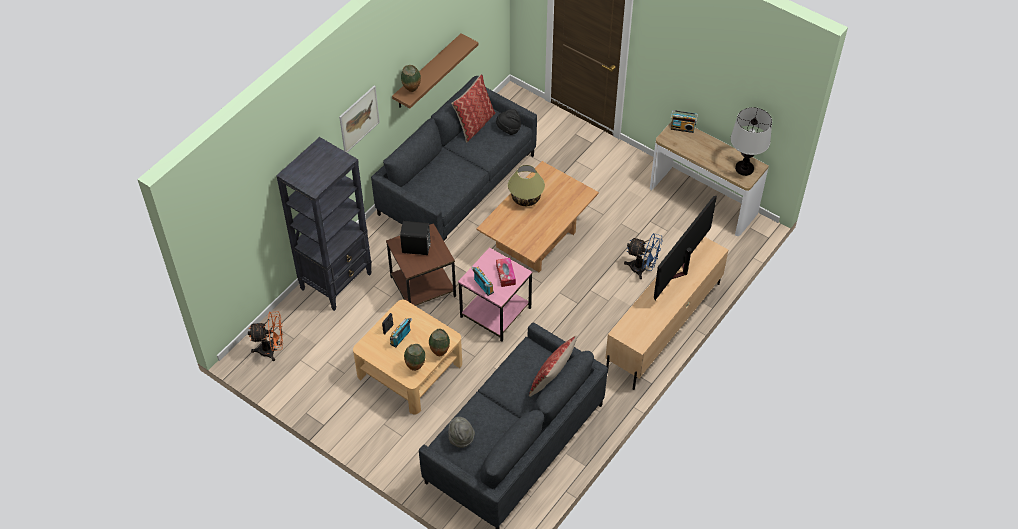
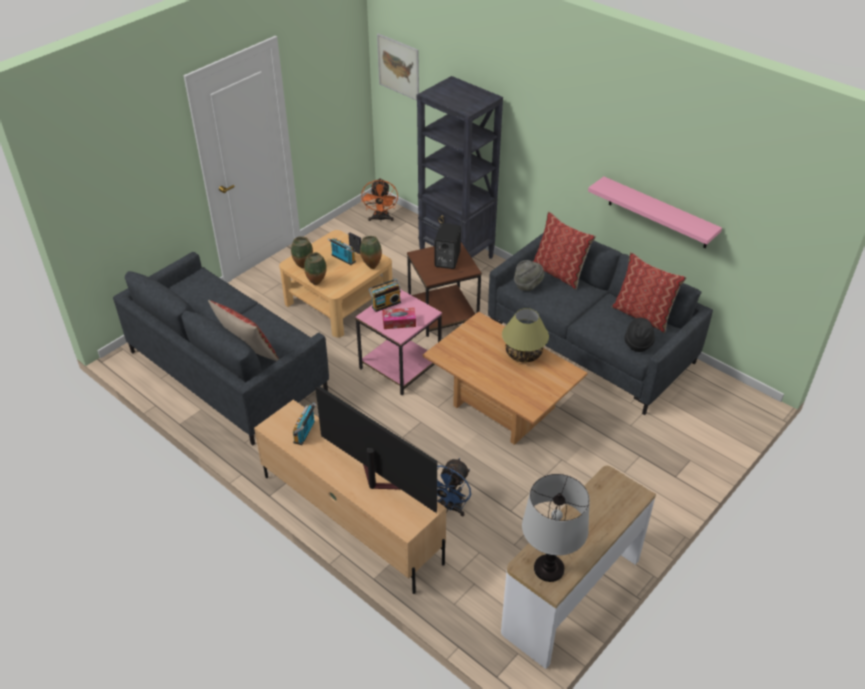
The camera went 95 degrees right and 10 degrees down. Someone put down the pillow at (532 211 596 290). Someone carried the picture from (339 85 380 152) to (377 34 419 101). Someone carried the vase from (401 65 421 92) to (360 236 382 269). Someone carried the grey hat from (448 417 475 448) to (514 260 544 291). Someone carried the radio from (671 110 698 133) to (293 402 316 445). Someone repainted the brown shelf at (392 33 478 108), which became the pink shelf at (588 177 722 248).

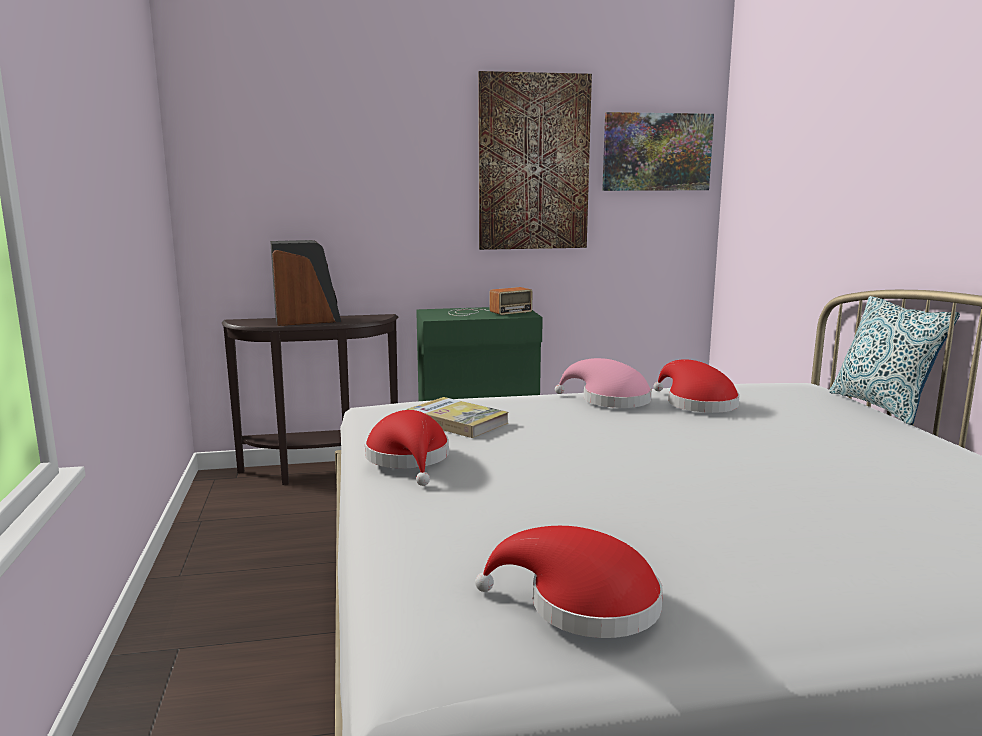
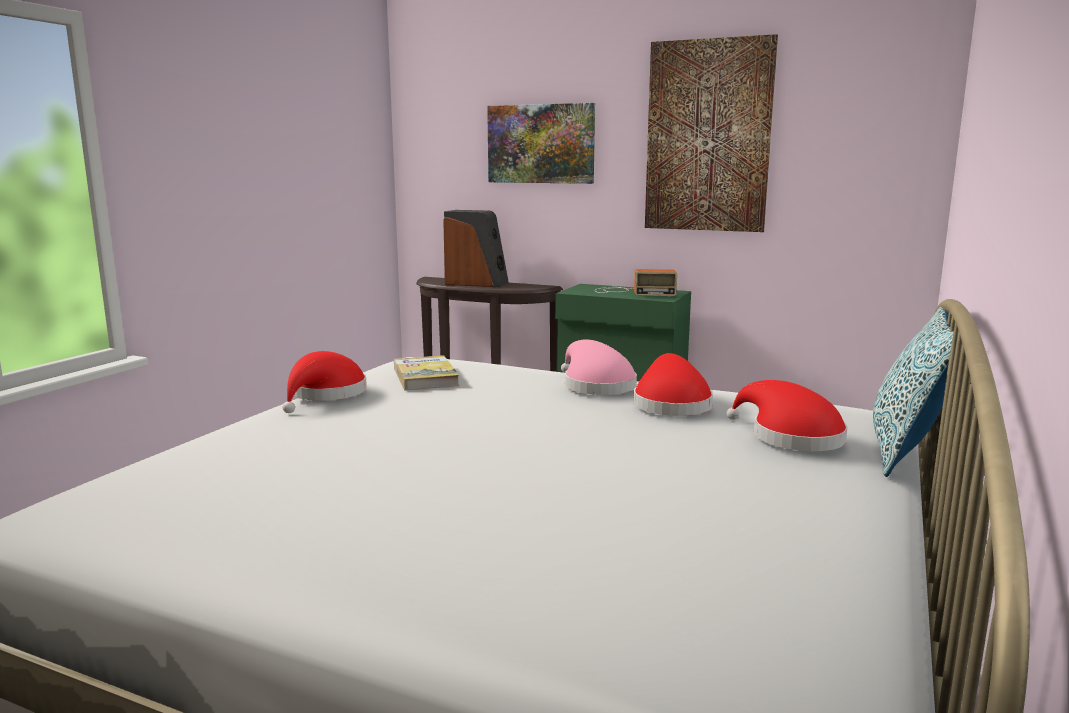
The camera went 35 degrees right and 0 degrees up. Someone carried the red hat from (475 526 663 638) to (727 380 847 451). Someone carried the picture from (602 112 714 191) to (487 103 595 184).

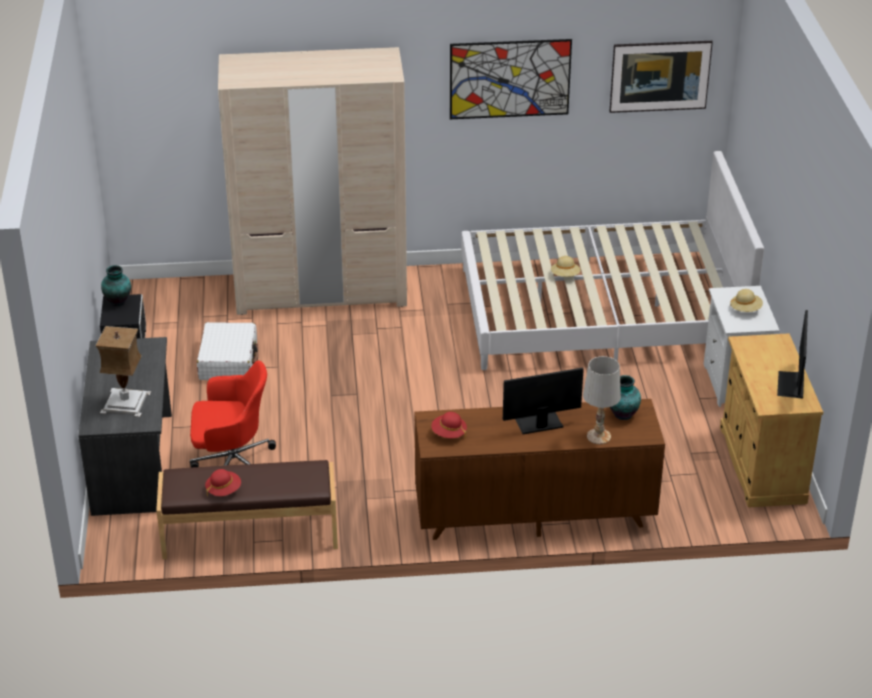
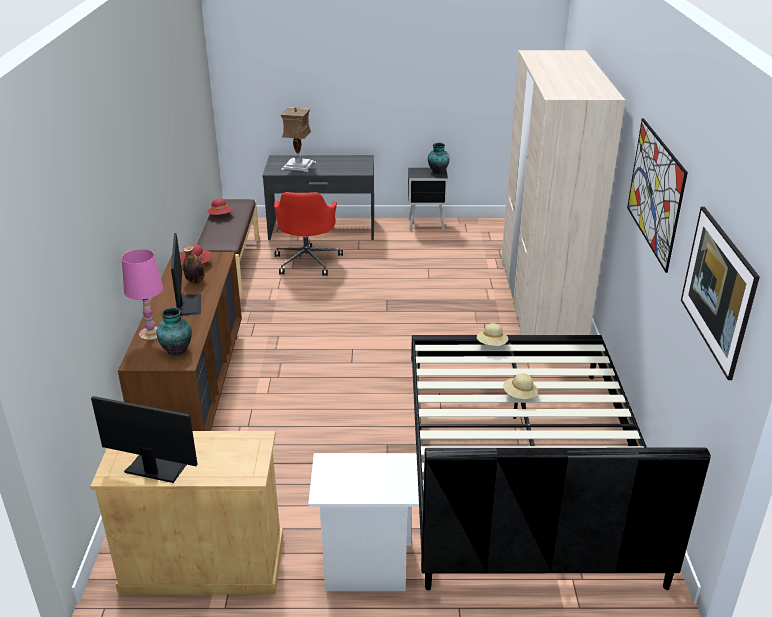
The camera went 95 degrees right and 5 degrees down. Someone took away the white suitcase at (197 322 258 380). Someone put down the bottle at (183 245 205 284). Someone carried the beige hat from (730 289 763 312) to (477 323 508 346). Someone repainted the white bed at (461 151 764 370), which became the black bed at (411 335 711 590). Someone repainted the white table lamp at (583 356 621 444), which became the pink table lamp at (122 249 163 340).

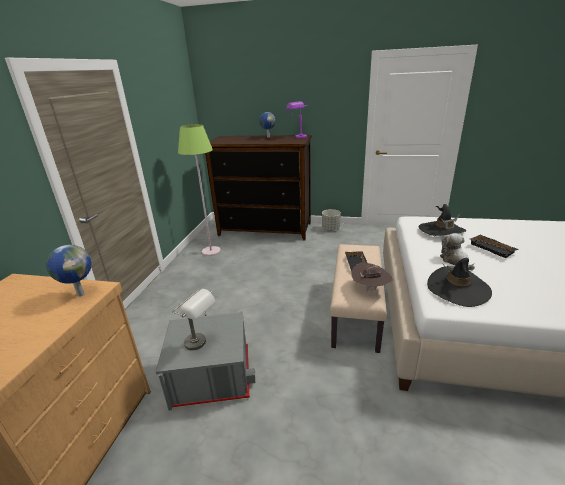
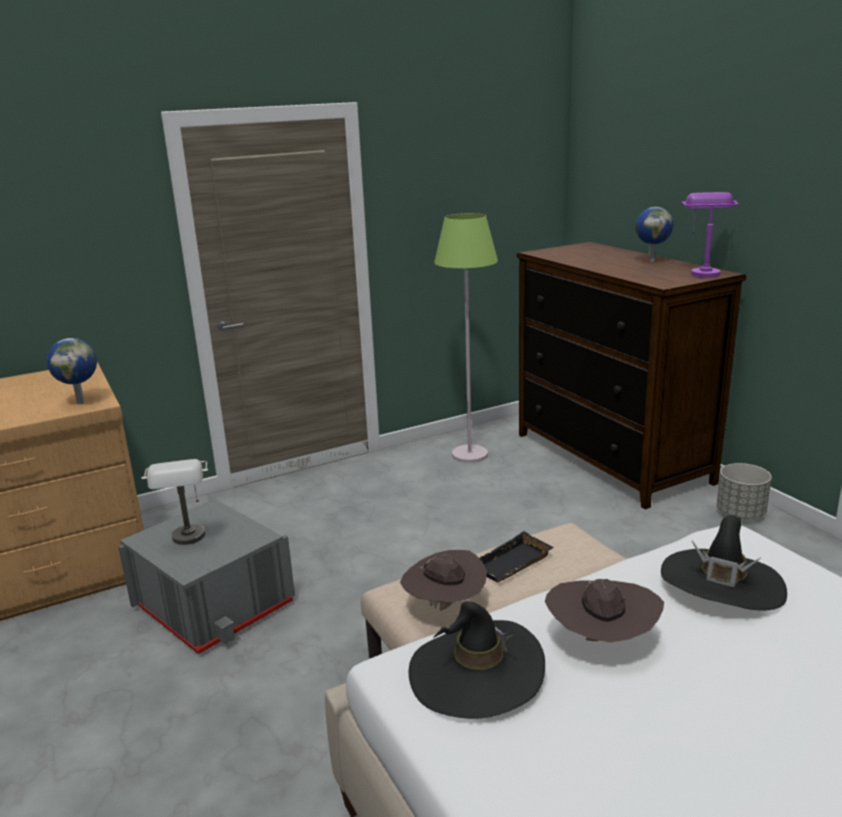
The camera went 50 degrees right and 5 degrees down. Someone took away the black tray at (470 234 519 258). Someone swapped the plush toy at (440 233 475 270) for the brown hat at (545 579 664 643).

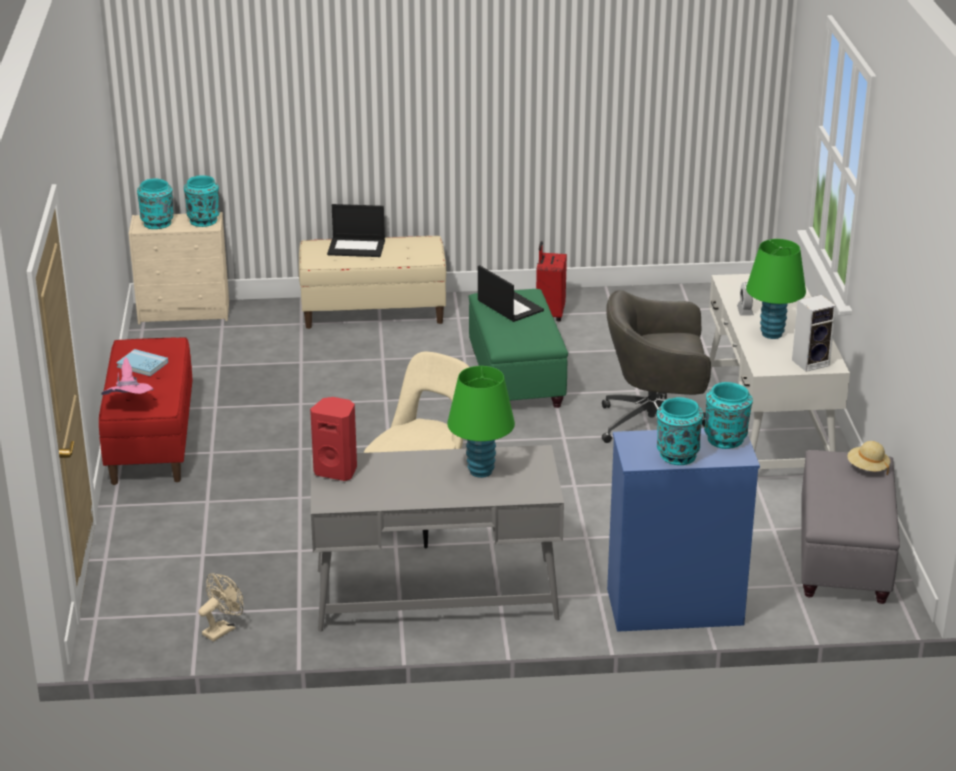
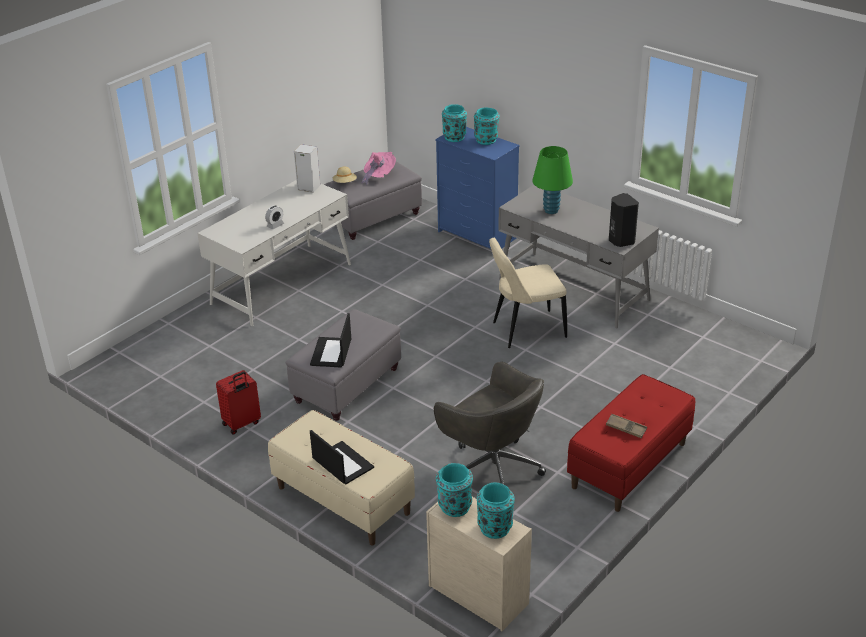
The camera went 135 degrees left and 5 degrees up. Someone took away the beige fan at (198 573 243 642). Someone took away the green table lamp at (746 239 806 339). Someone carried the pink hat from (101 357 153 395) to (362 152 396 185). Someone carried the grey office chair from (602 290 711 443) to (434 362 546 484). Someone swapped the blue book at (116 349 168 376) for the brown tray at (606 414 647 438). Someone repainted the red speaker at (310 397 357 481), which became the black speaker at (609 193 639 247). Someone repainted the green ottoman at (469 289 568 408), which became the grey ottoman at (285 309 401 421).

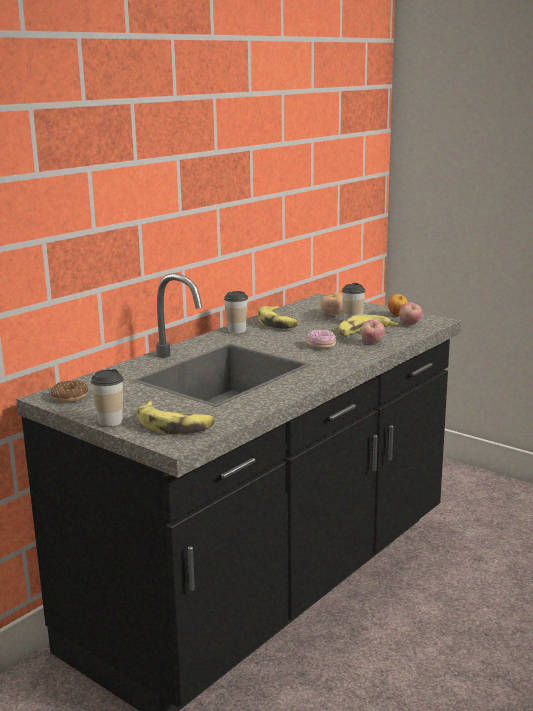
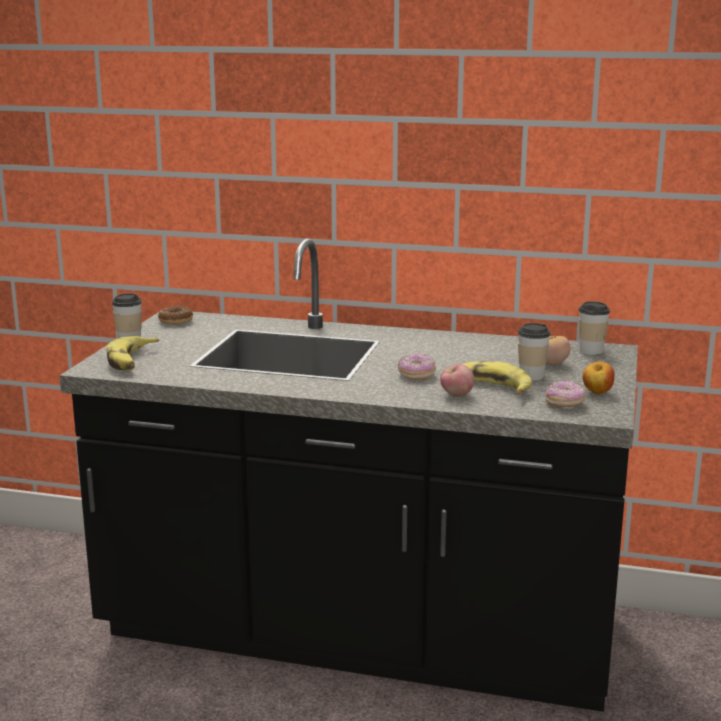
The camera went 65 degrees right and 0 degrees up. Someone took away the banana at (258 306 299 329). Someone carried the cup from (224 291 248 333) to (579 301 610 355). Someone swapped the apple at (399 302 422 325) for the donut at (545 380 586 407).

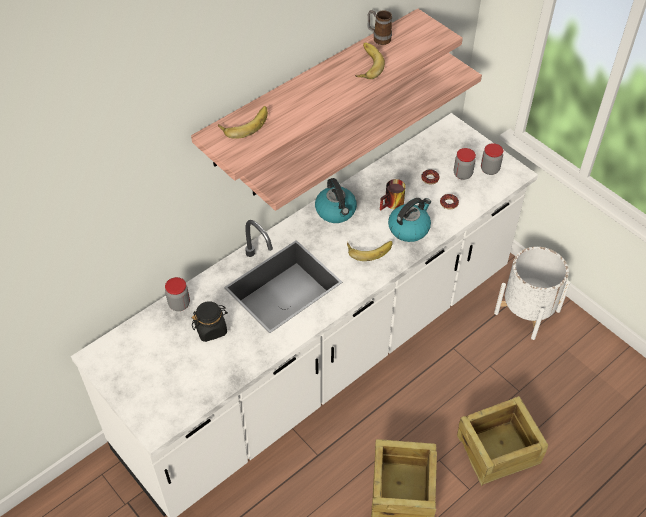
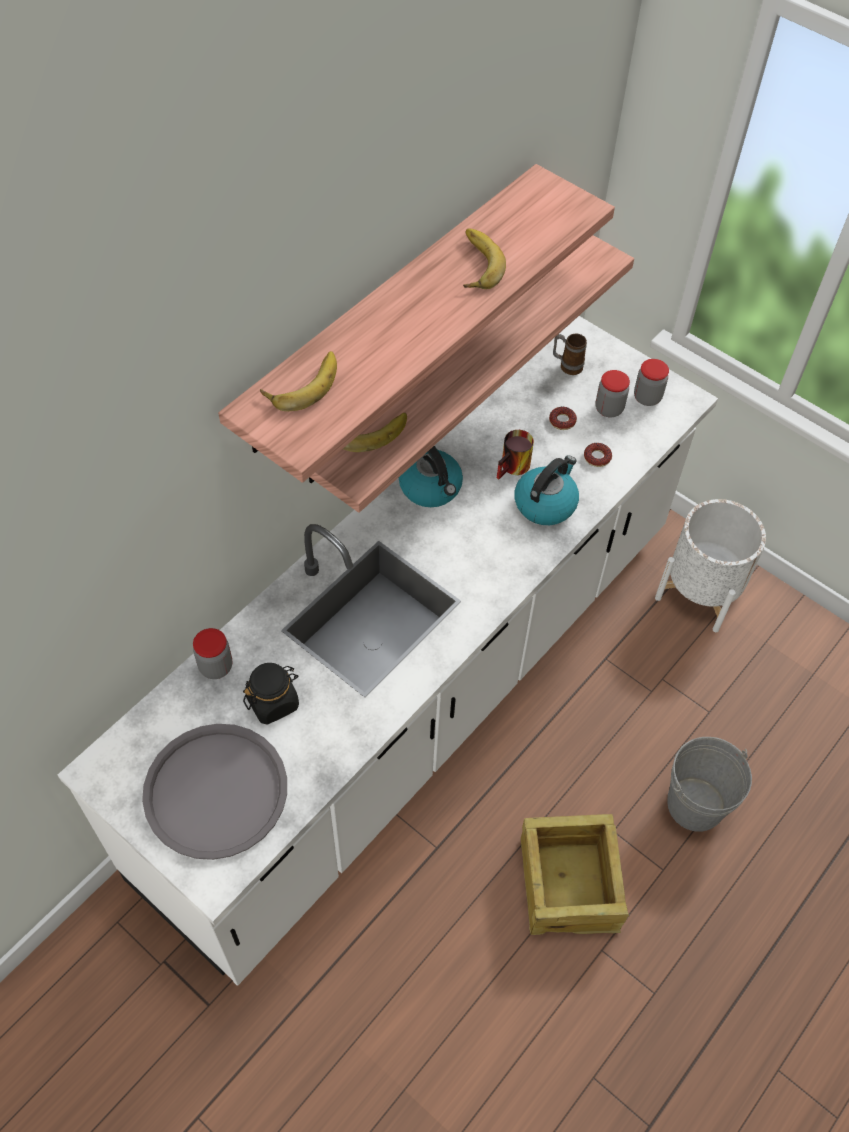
The camera went 10 degrees left and 5 degrees up. Someone put down the grey tray at (142 724 287 860). Someone carried the banana from (347 241 393 261) to (343 413 407 452). Someone carried the mug from (368 10 392 45) to (553 333 587 375). Someone swapped the crate at (457 396 548 486) for the grey bucket at (667 737 752 832).

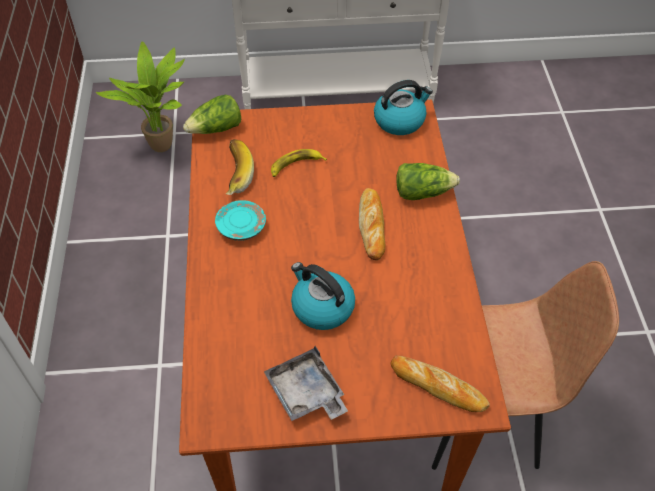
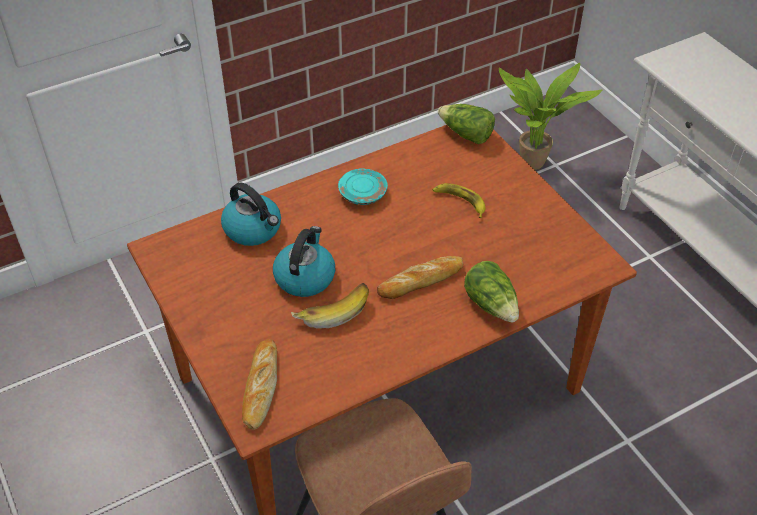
The camera went 65 degrees right and 5 degrees down. Someone took away the grey tray at (264 346 348 421). Someone carried the banana from (226 139 254 195) to (291 283 369 328). Someone carried the kettle from (374 80 433 135) to (221 182 281 246).

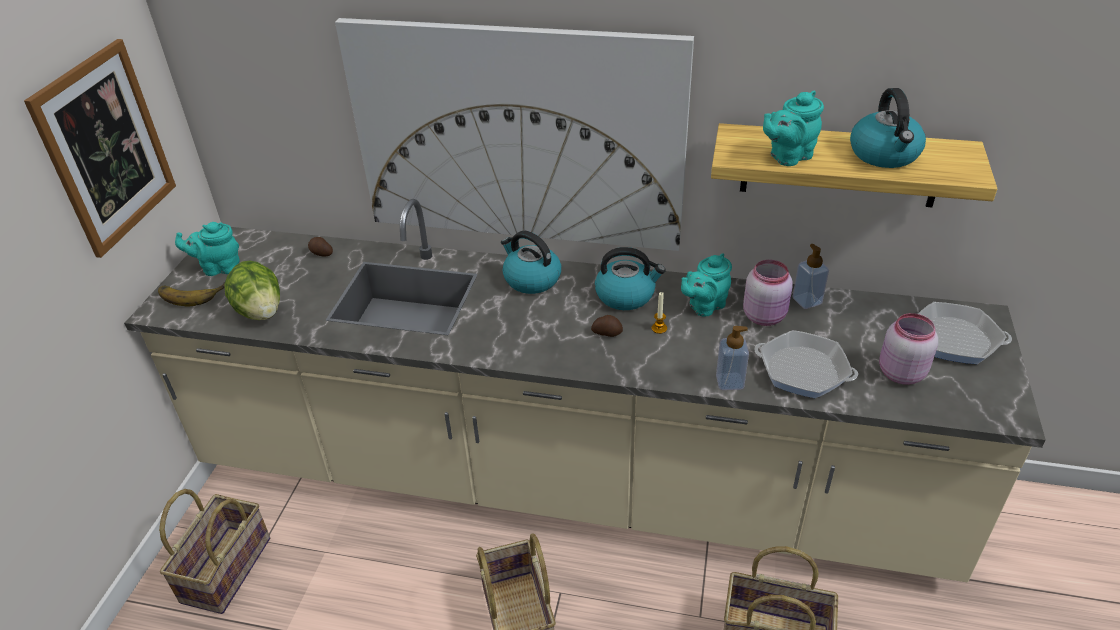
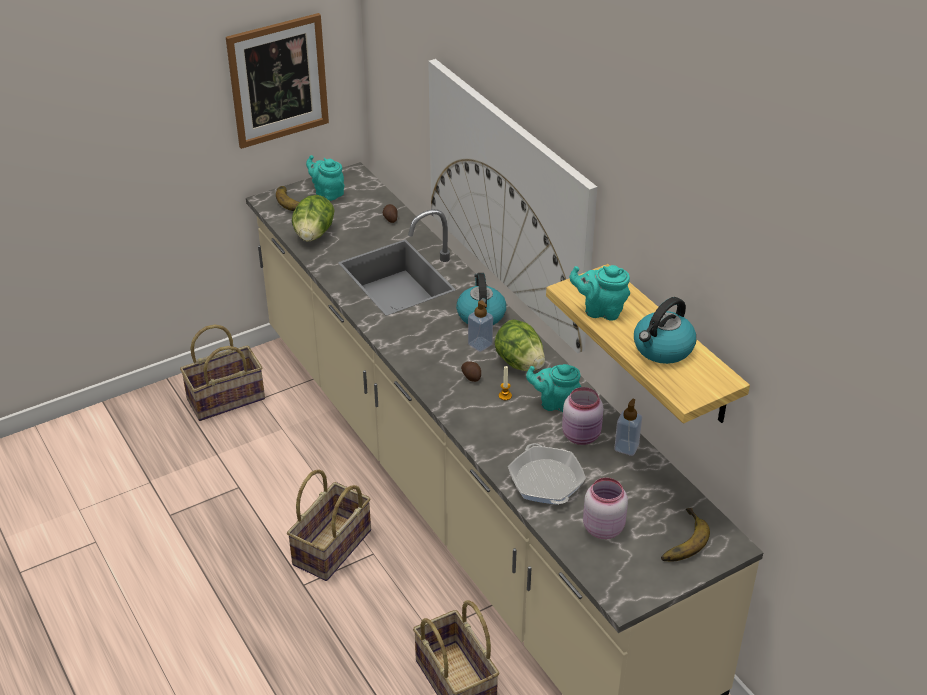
The camera went 45 degrees right and 0 degrees up. Someone carried the soap dispenser from (716 326 749 390) to (468 300 493 352). Someone swapped the kettle at (595 247 666 310) for the lettuce at (494 319 545 371). Someone swapped the frying pan at (918 302 1012 364) for the banana at (661 508 710 562).

